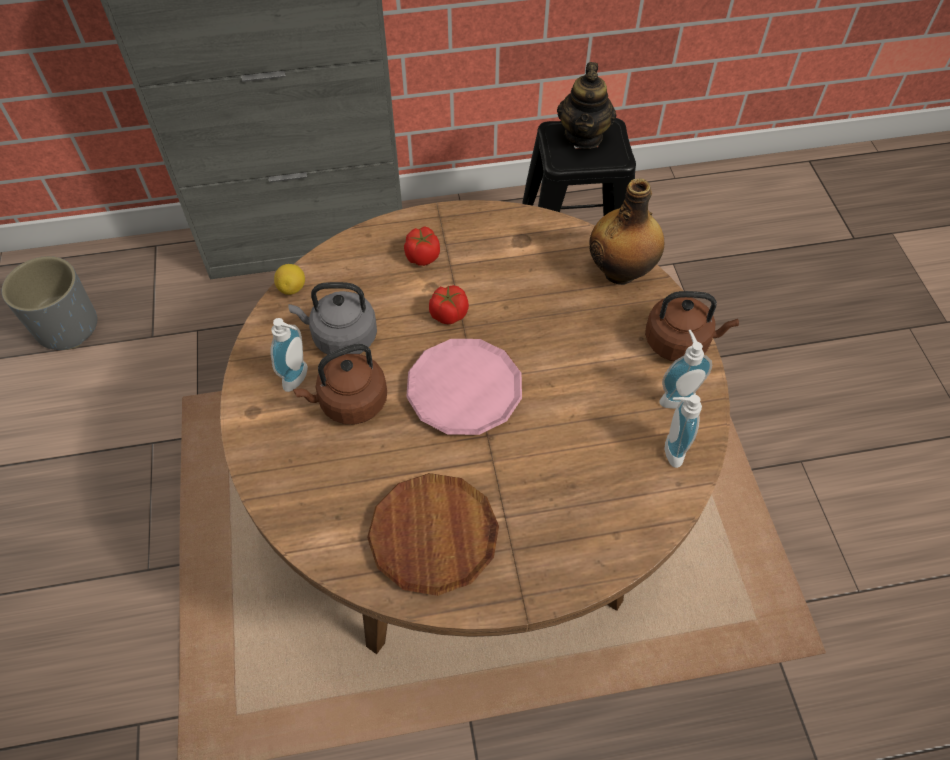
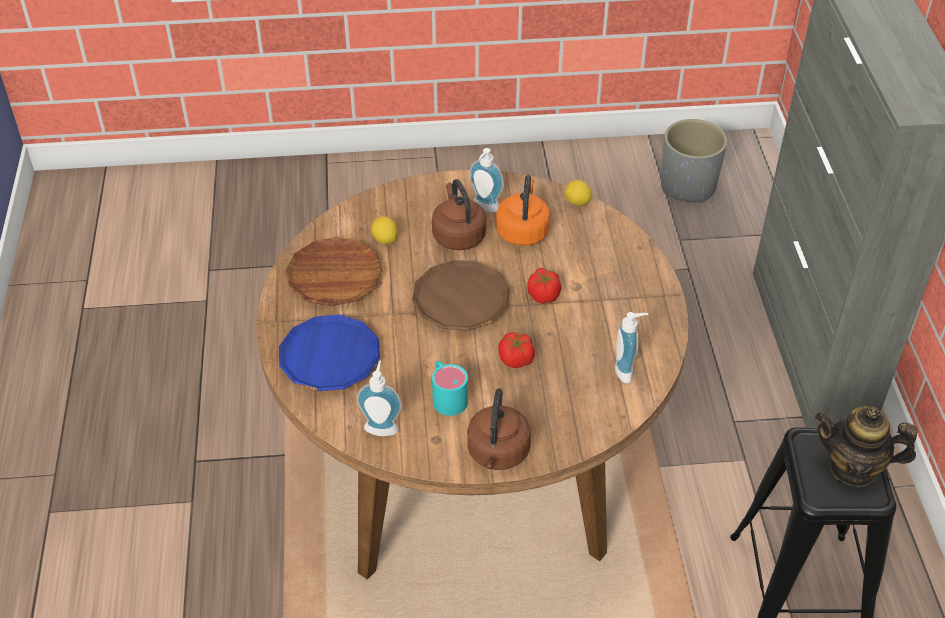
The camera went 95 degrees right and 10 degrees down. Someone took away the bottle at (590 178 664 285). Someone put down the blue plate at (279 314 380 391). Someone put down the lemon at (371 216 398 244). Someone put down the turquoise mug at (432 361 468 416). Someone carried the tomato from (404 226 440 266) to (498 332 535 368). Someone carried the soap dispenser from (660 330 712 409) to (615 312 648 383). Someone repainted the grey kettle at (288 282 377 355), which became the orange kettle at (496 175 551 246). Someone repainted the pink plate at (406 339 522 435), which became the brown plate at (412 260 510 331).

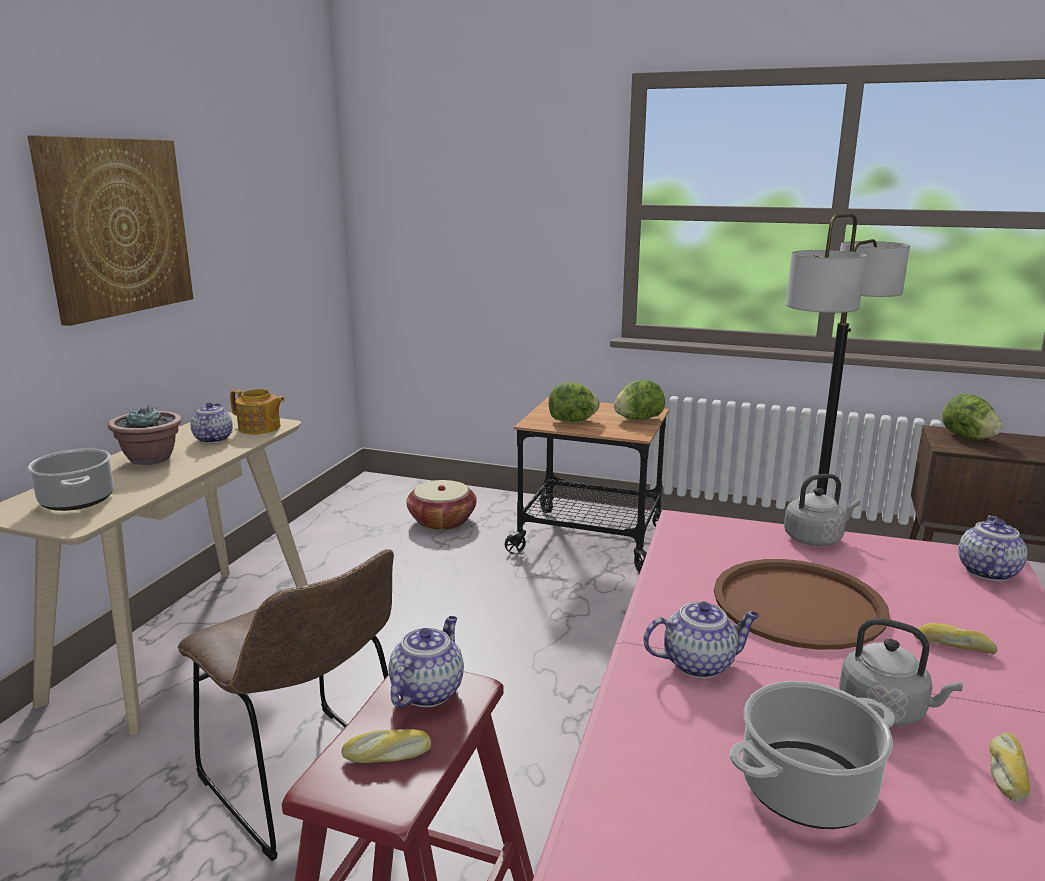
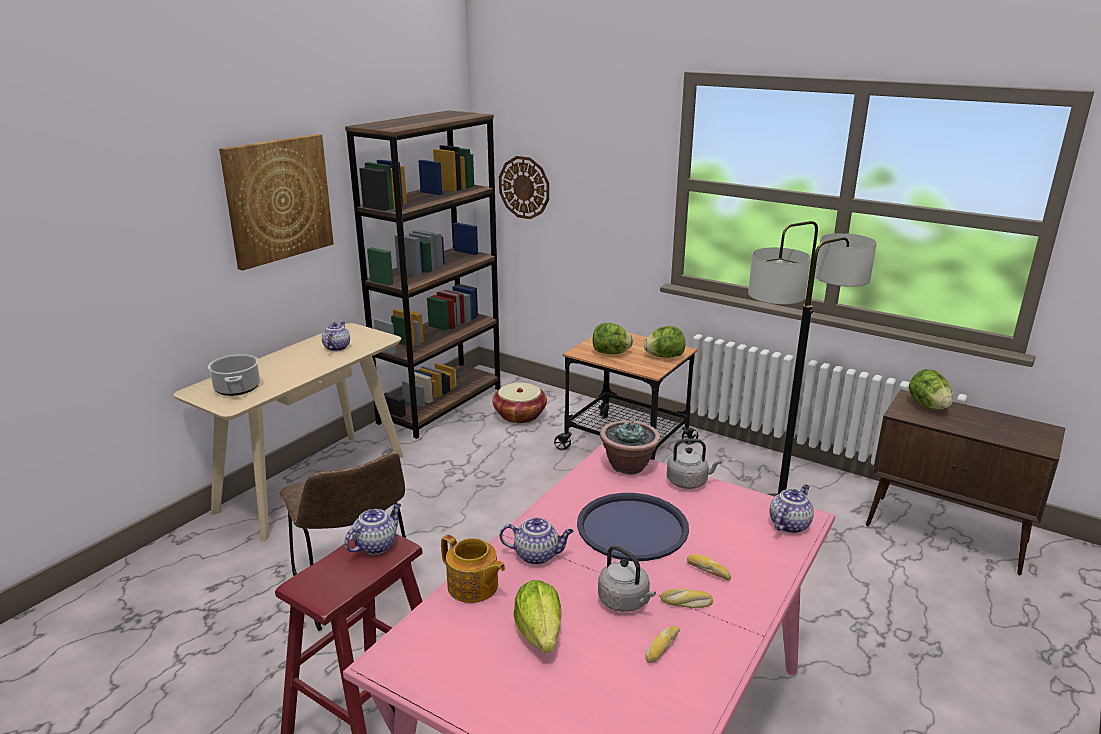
The camera went 15 degrees right and 5 degrees up. Someone put down the brown bookcase at (345 111 501 439). Someone put up the wall clock at (499 156 549 219). Someone carried the potted plant from (108 405 182 465) to (600 420 661 475). Someone carried the teapot from (230 389 285 434) to (441 534 505 603). Someone carried the bread from (341 729 431 763) to (661 588 713 608). Someone swapped the cooking pot at (730 681 895 829) for the lettuce at (513 580 562 653). Someone repainted the brown tray at (714 559 890 650), which became the blue tray at (577 493 689 561).

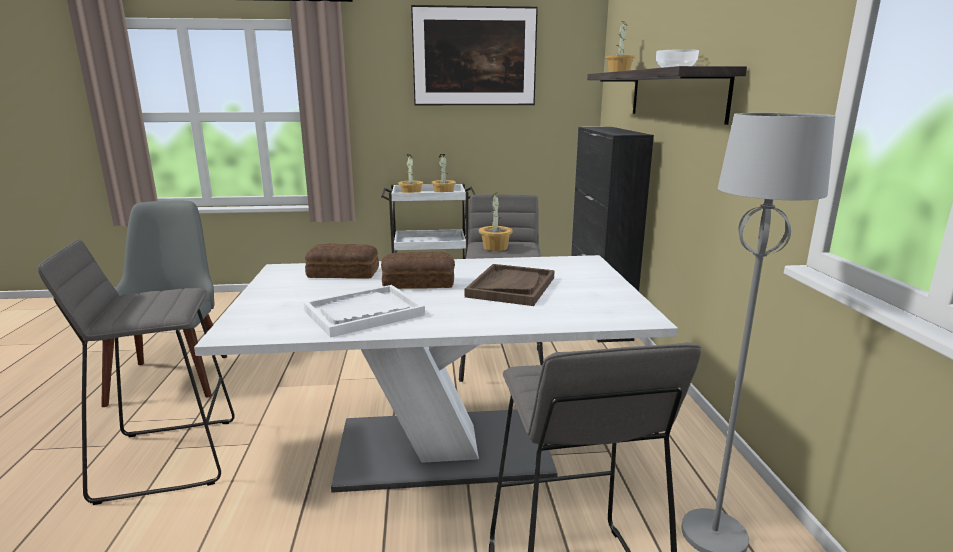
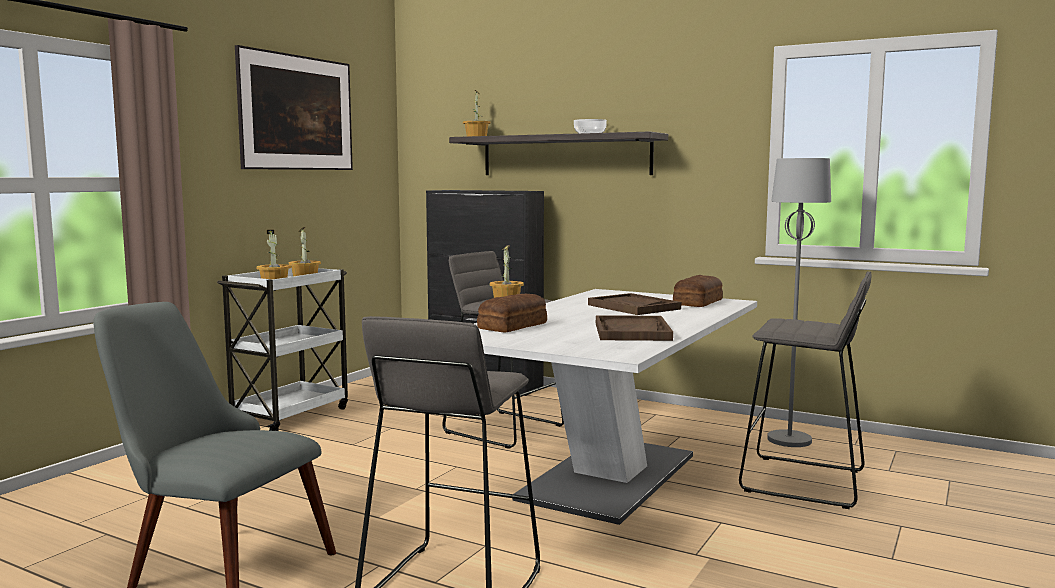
The camera went 55 degrees left and 10 degrees down. Someone carried the bread from (381 252 455 289) to (673 275 723 307). Someone repainted the white tray at (303 285 425 338), which became the brown tray at (596 315 673 341).

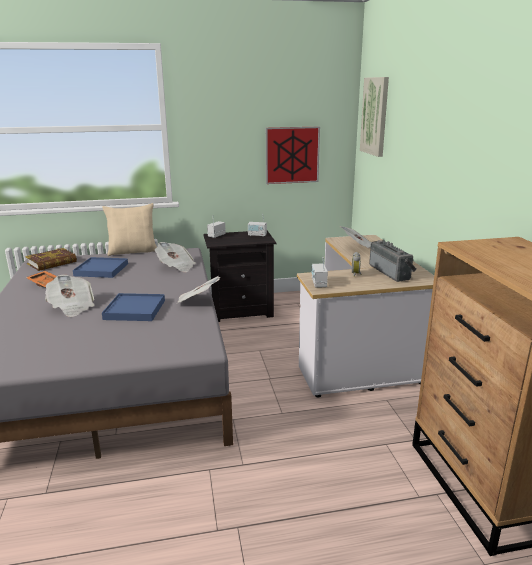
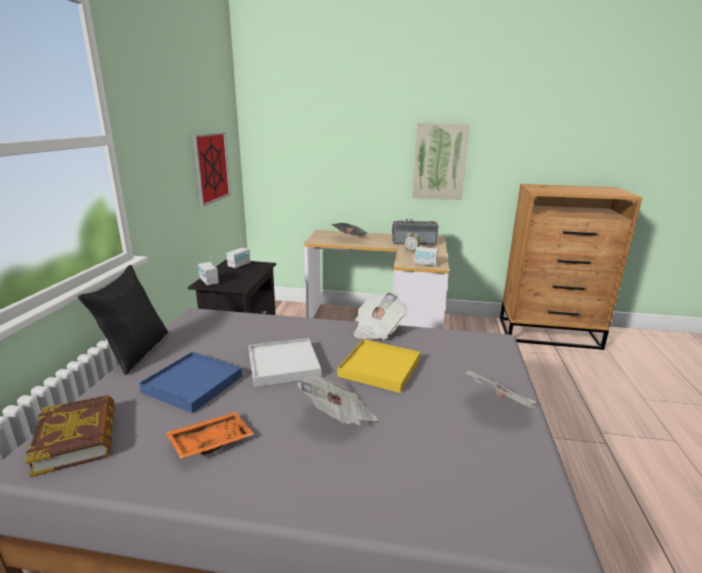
The camera went 70 degrees left and 0 degrees up. Someone put down the white tray at (249 338 321 387). Someone carried the newspaper from (155 242 196 272) to (466 371 537 409). Someone carried the picture from (360 77 389 157) to (412 123 470 200). Someone repainted the beige pillow at (102 203 157 256), which became the black pillow at (78 265 168 375). Someone repainted the blue tray at (102 293 165 321), which became the yellow tray at (338 339 420 393).

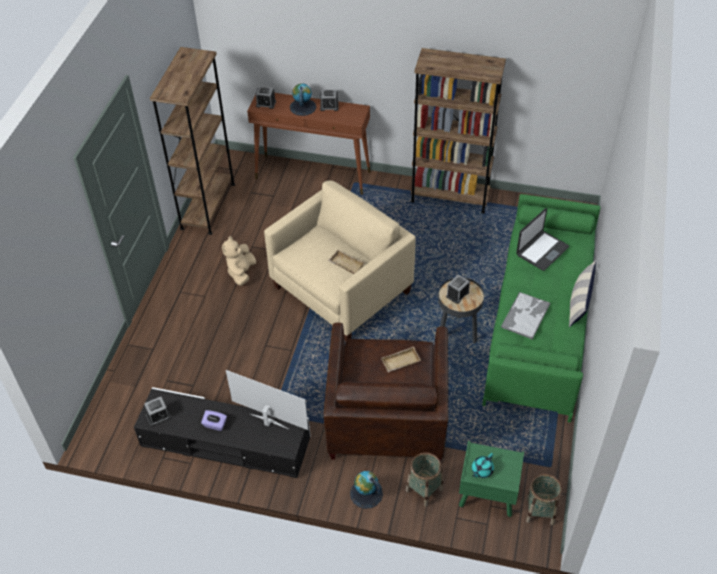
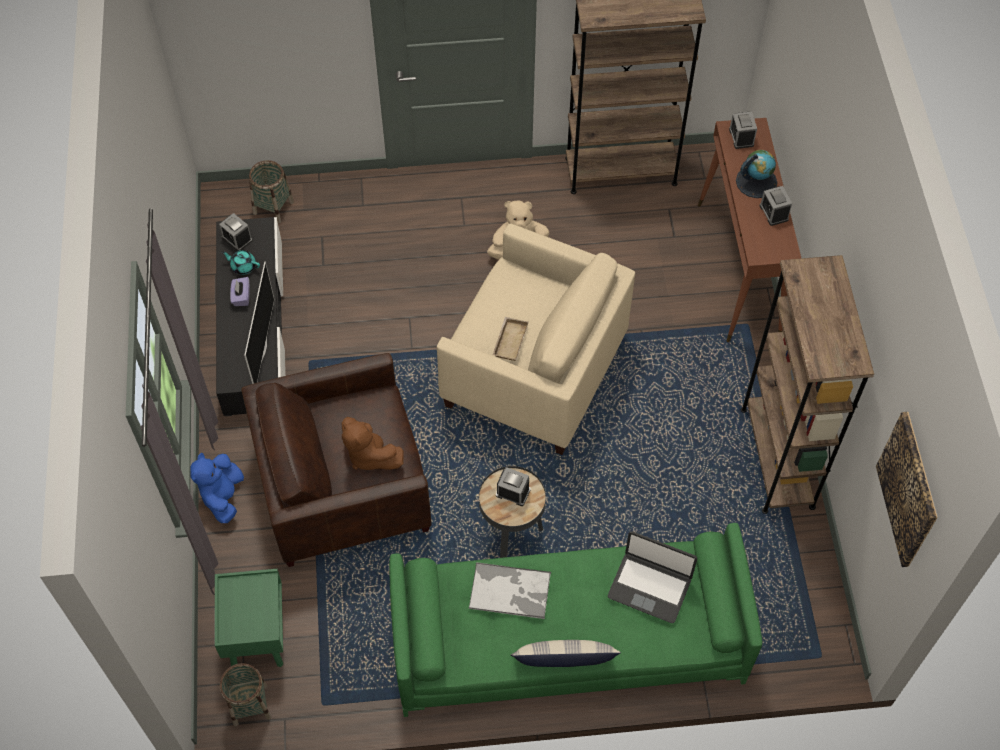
The camera went 70 degrees right and 10 degrees up. Someone put up the picture at (876 412 938 567). Someone carried the basket from (406 452 443 507) to (249 160 294 224). Someone carried the turquoise teapot from (472 453 494 478) to (222 250 260 275). Someone swapped the globe at (350 471 383 509) for the blue plush toy at (190 453 244 523). Someone swapped the beige tray at (381 346 421 372) for the brown plush toy at (342 417 404 470).

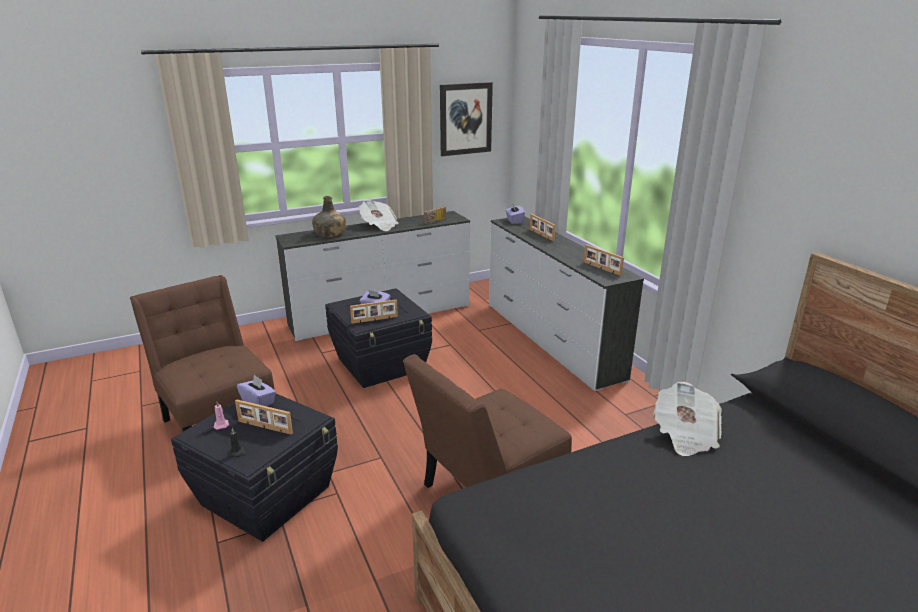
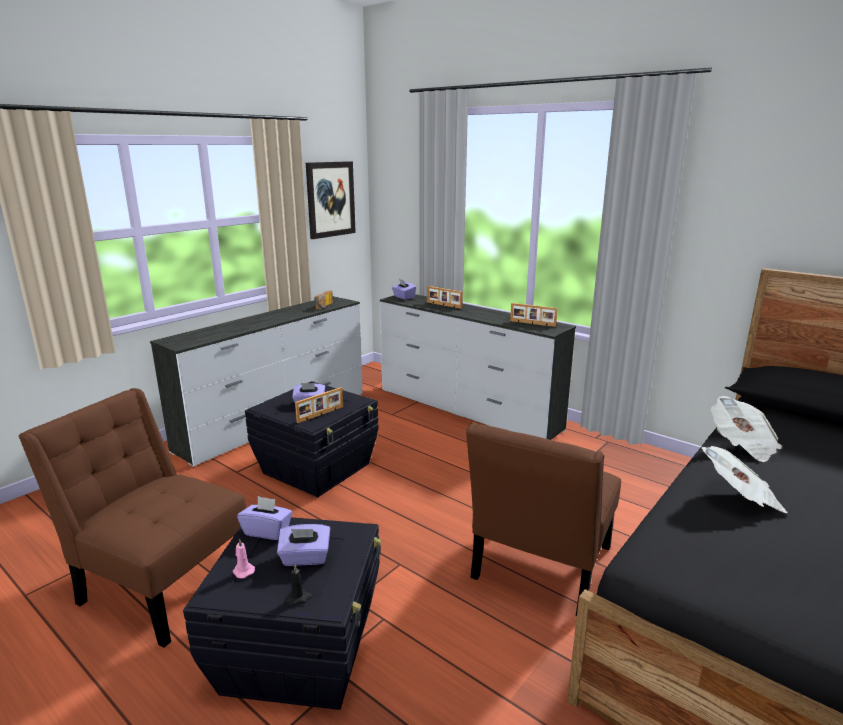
The camera went 25 degrees left and 5 degrees down. Someone took away the green bottle at (312 196 346 237). Someone carried the newspaper from (358 200 399 231) to (702 446 788 513). Someone swapped the picture frame at (235 399 293 435) for the purple tissue box at (277 524 330 566).

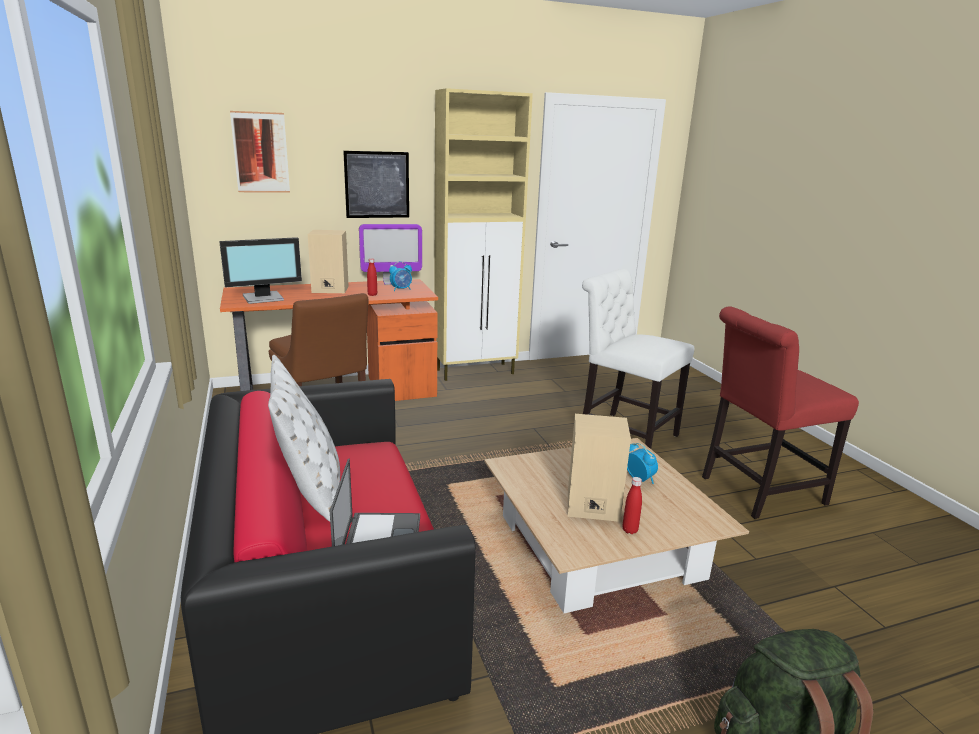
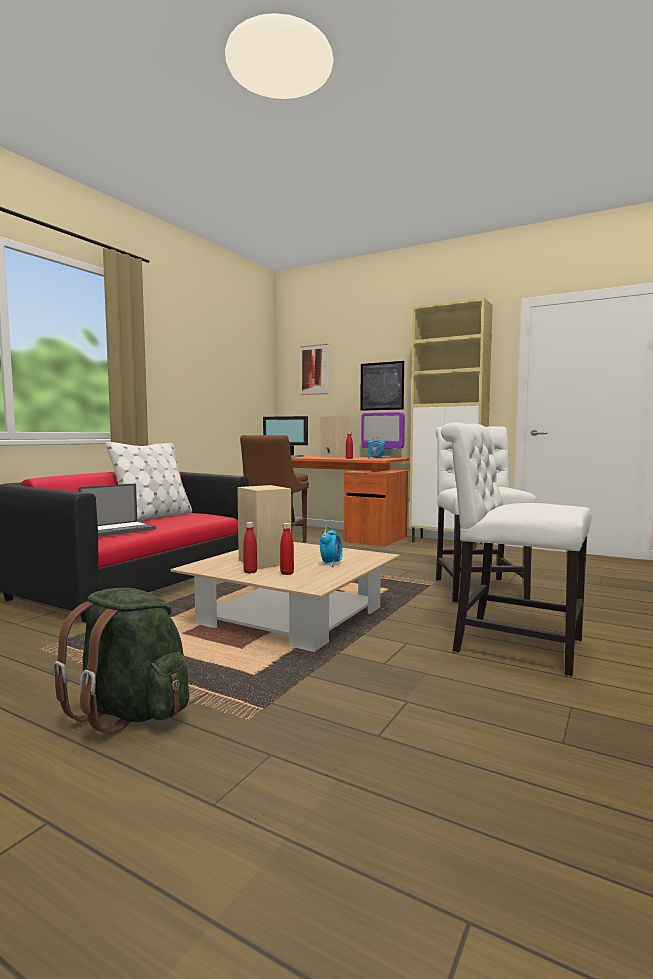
The camera went 50 degrees right and 15 degrees down. Someone put down the red bottle at (280 523 294 575). Someone repainted the red chair at (702 306 859 519), which became the white chair at (441 422 591 676).

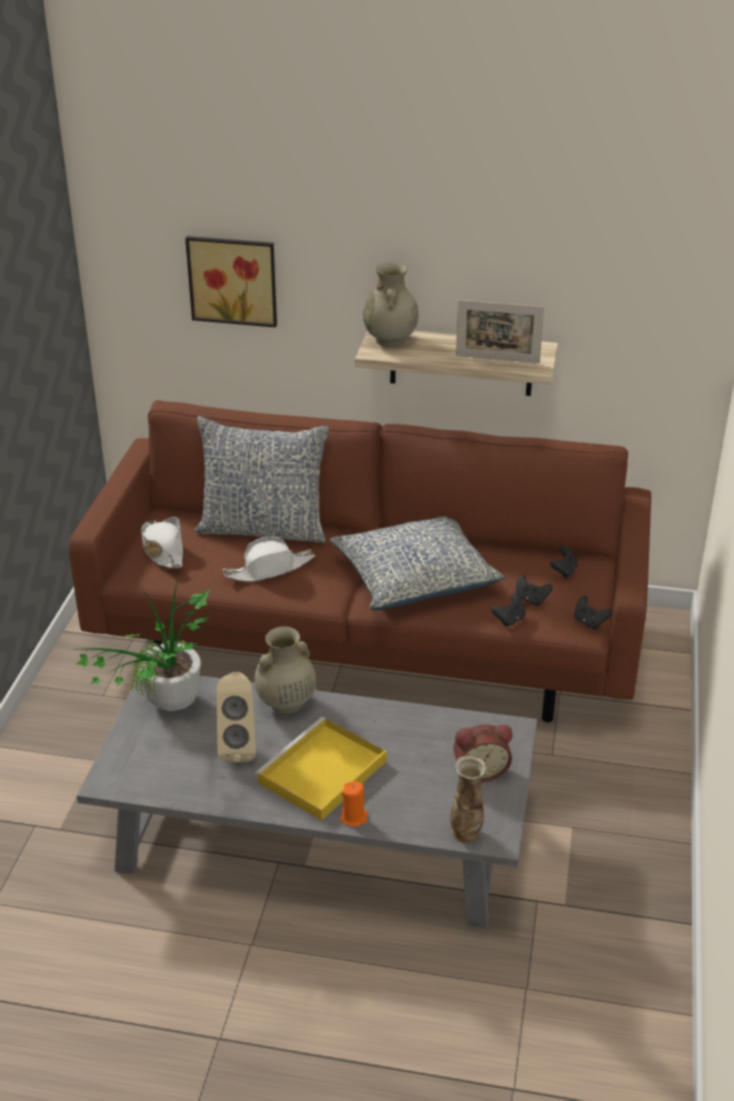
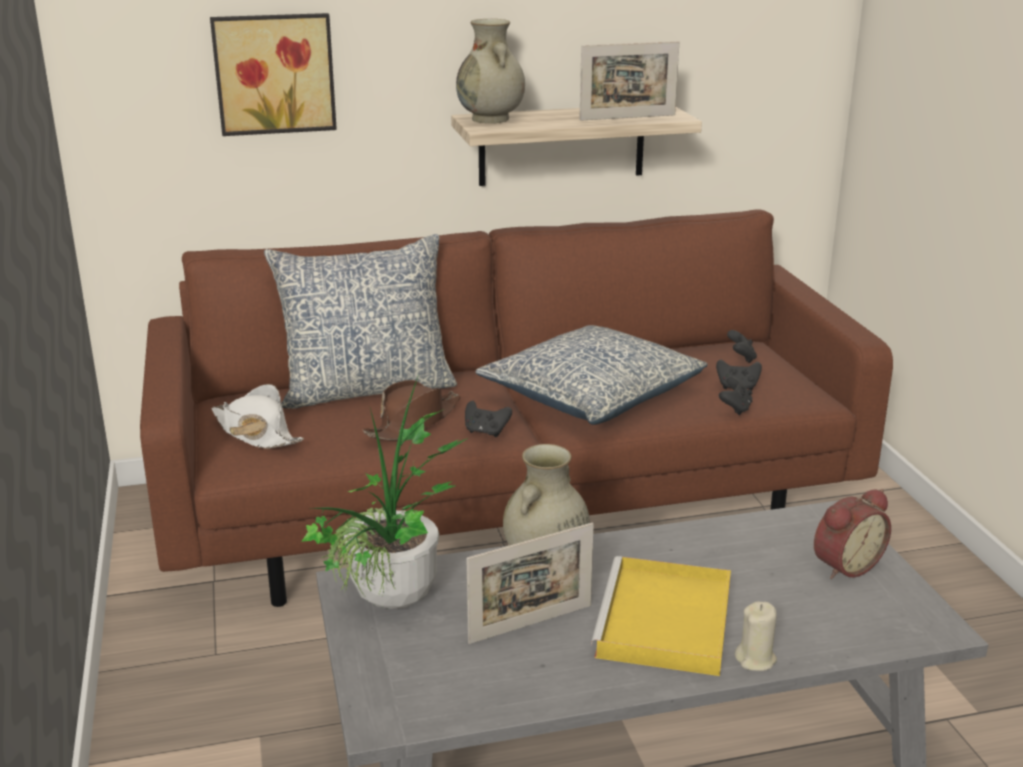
The camera went 25 degrees left and 10 degrees down. Someone took away the vase at (450 756 486 843). Someone carried the black game controller from (574 596 612 630) to (465 401 512 437). Someone swapped the beige speaker at (216 672 256 762) for the picture frame at (466 522 594 644). Someone repainted the white hat at (223 536 315 582), which became the brown hat at (362 380 461 440). Someone repainted the orange candle at (340 781 368 827), which became the beige candle at (735 601 777 671).

